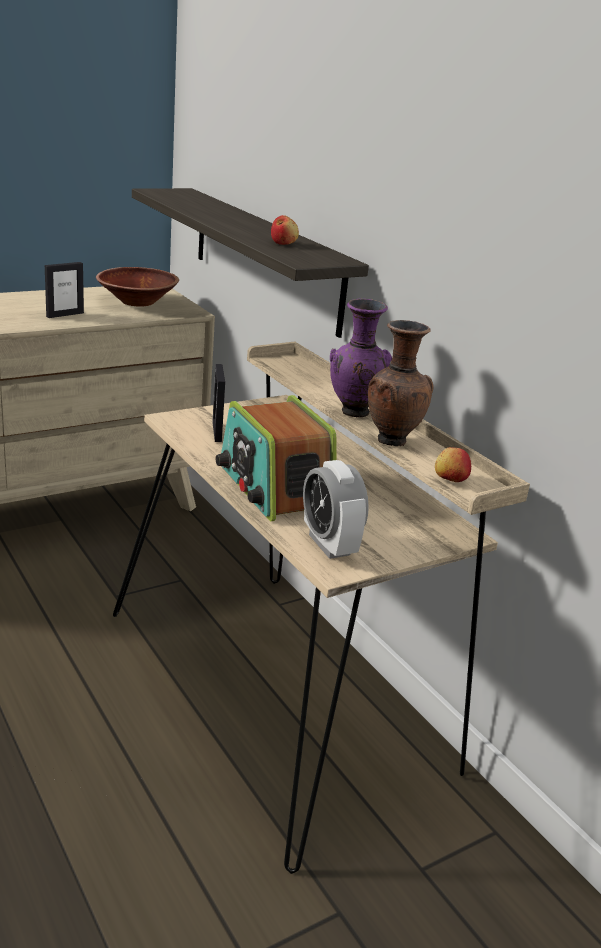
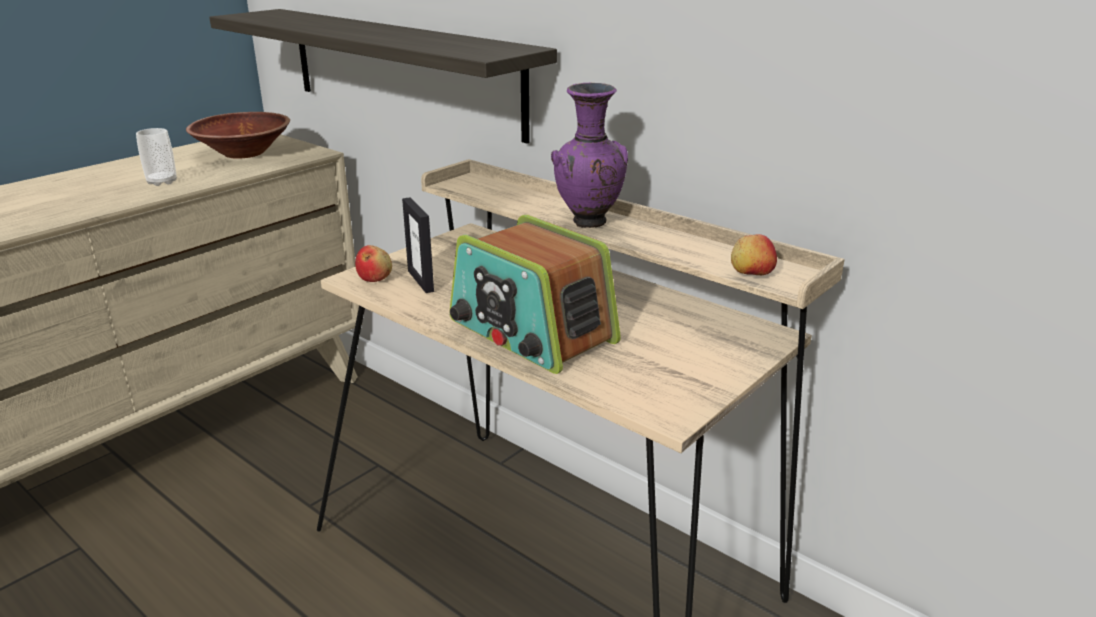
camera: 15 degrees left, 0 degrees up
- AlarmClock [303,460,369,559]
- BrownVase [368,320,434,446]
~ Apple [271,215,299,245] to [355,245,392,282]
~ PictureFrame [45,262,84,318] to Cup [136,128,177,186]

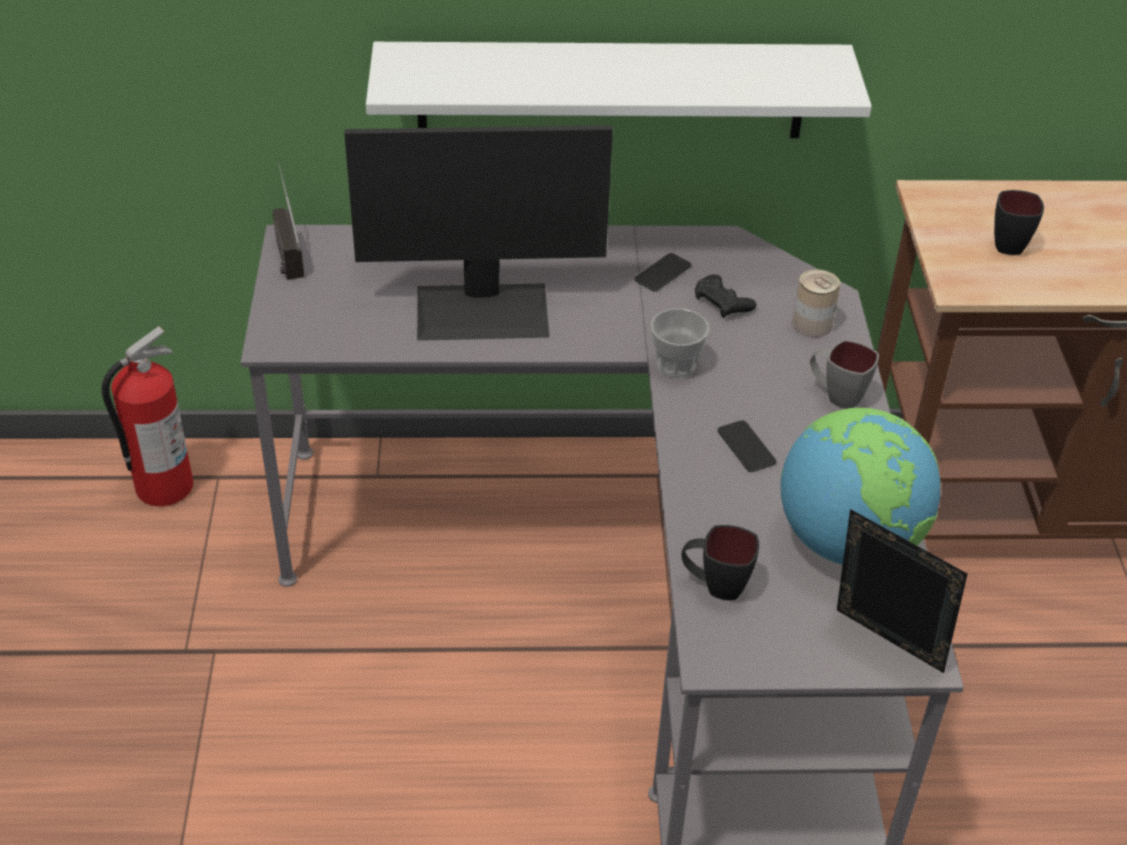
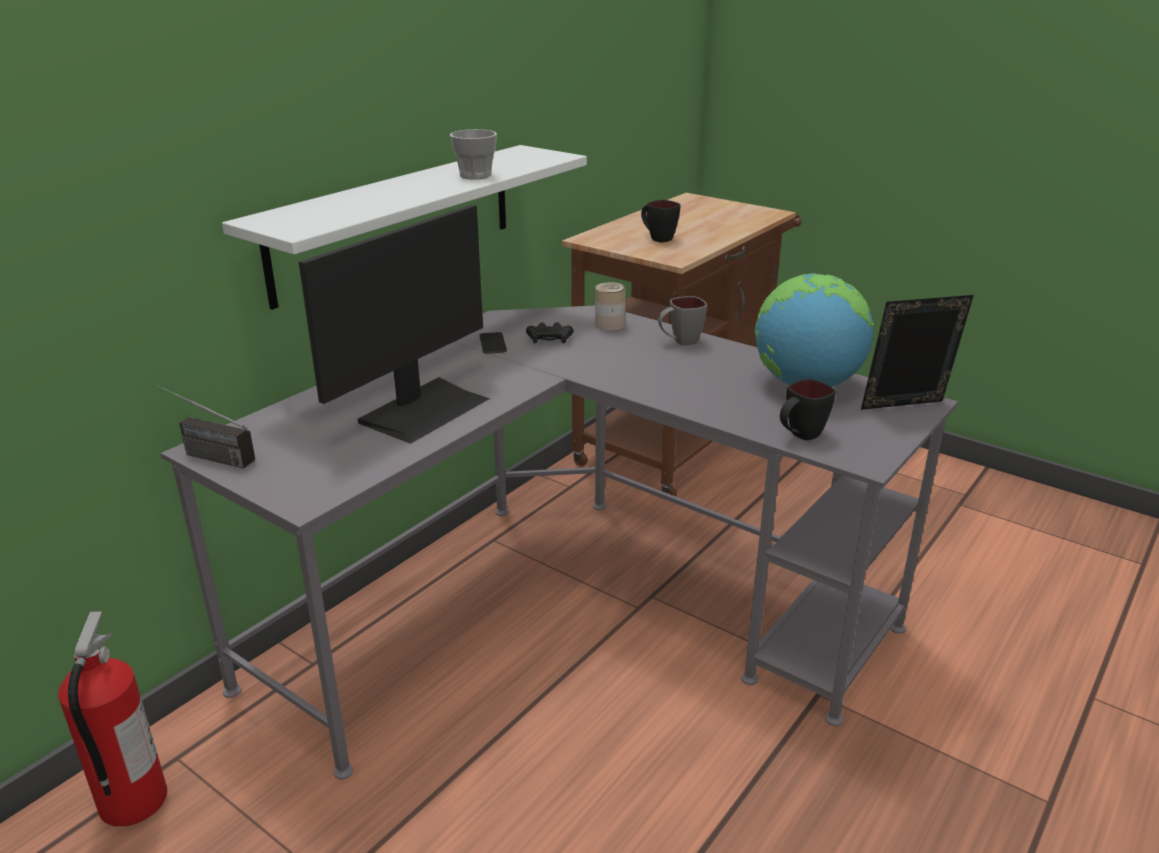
camera: 50 degrees left, 15 degrees down
- Phone [718,420,777,472]
~ Cup [651,308,709,378] to [450,129,497,180]

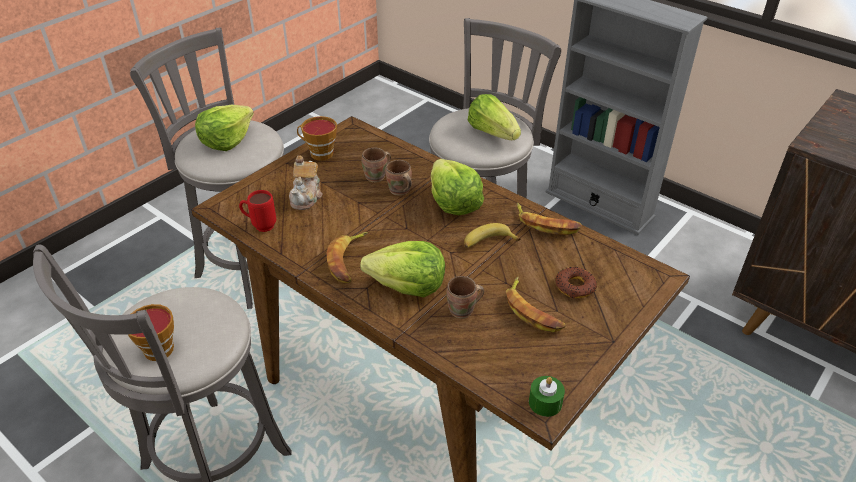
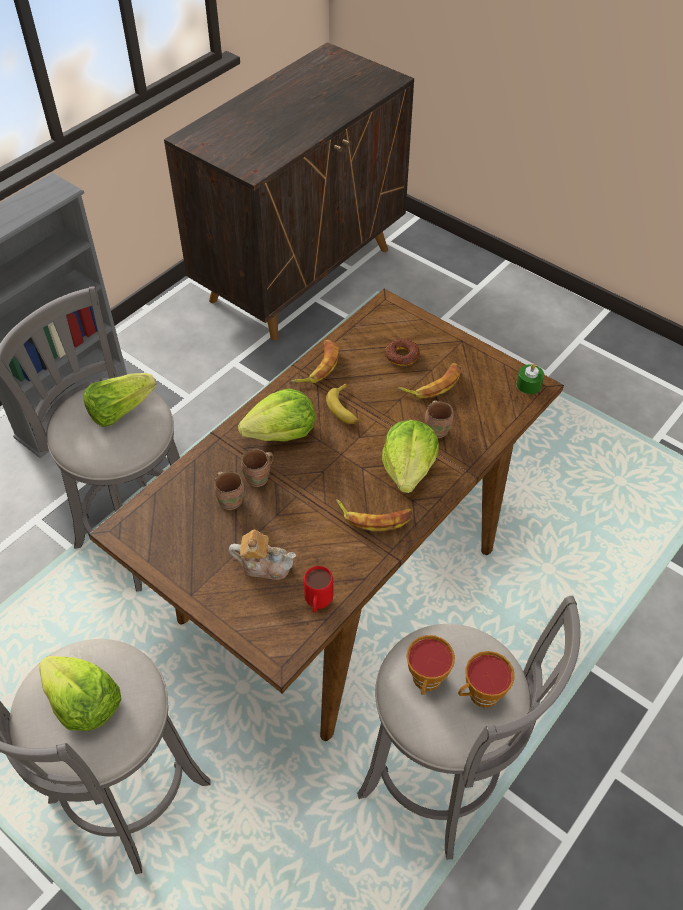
camera: 90 degrees left, 10 degrees up
~ Cup [297,116,337,161] to [406,635,455,695]

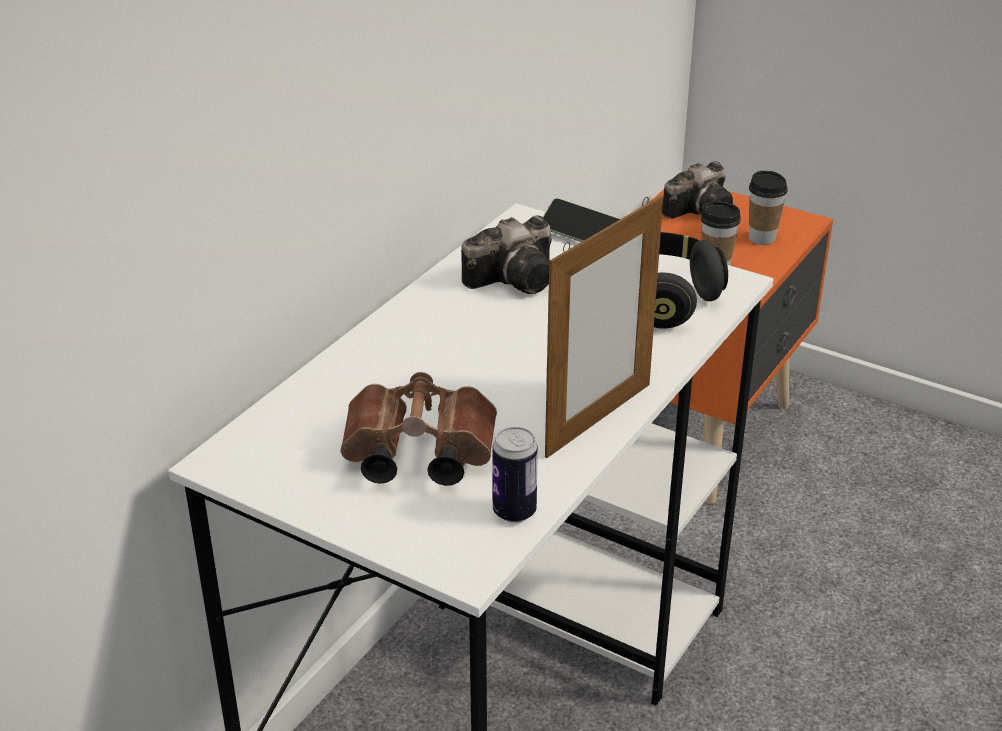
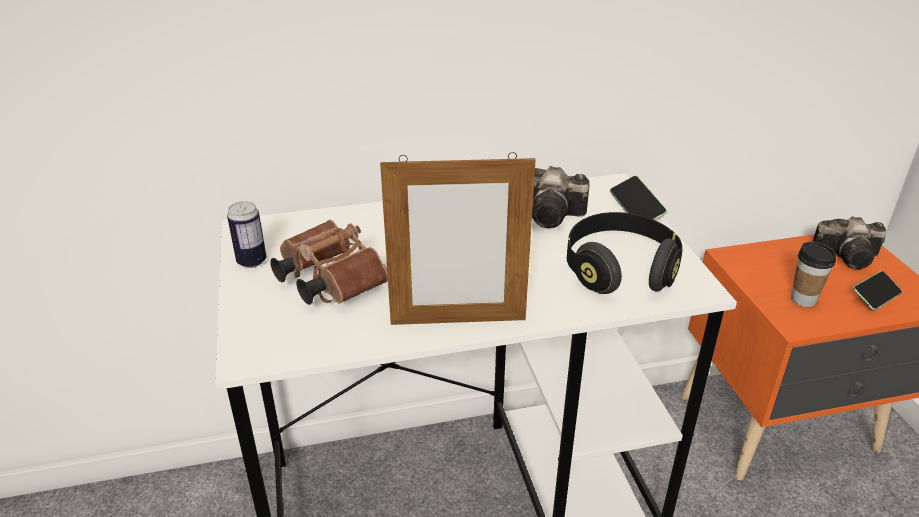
camera: 45 degrees right, 0 degrees up
~ Can [492,427,538,523] to [227,201,266,268]
~ Cup [749,171,788,245] to Phone [853,271,902,310]

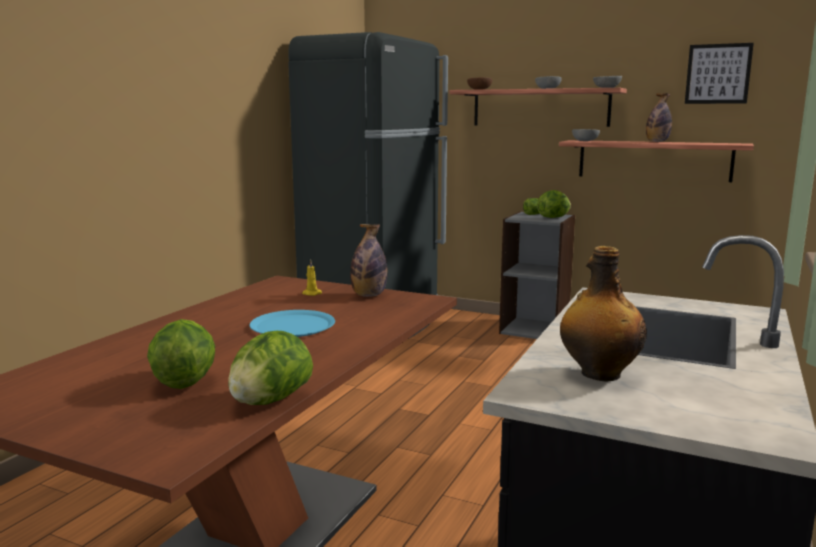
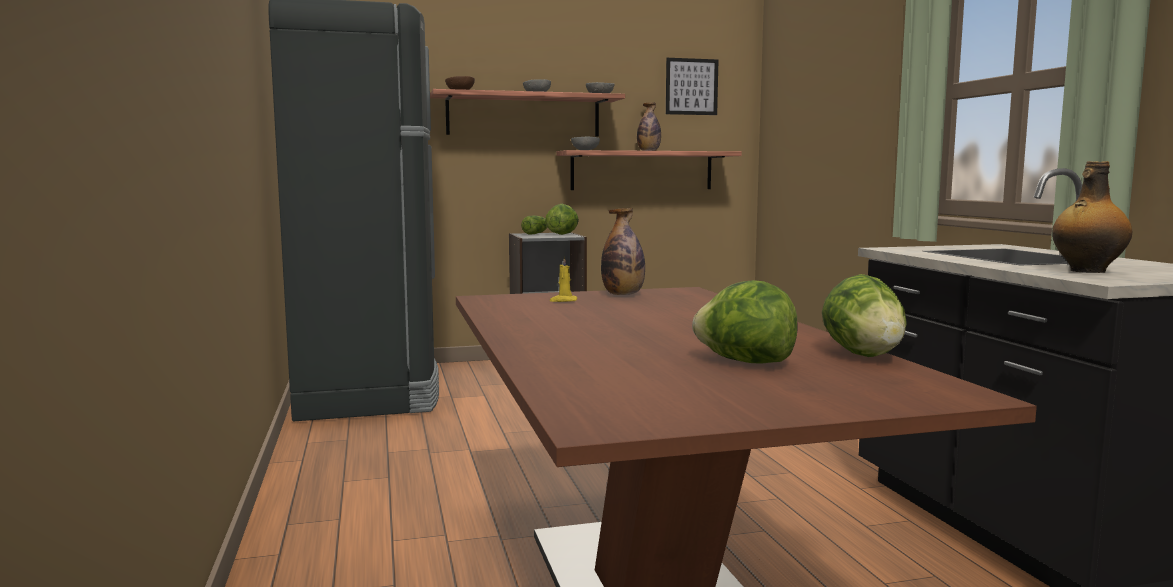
camera: 40 degrees left, 5 degrees down
- BluePlate [250,310,335,337]

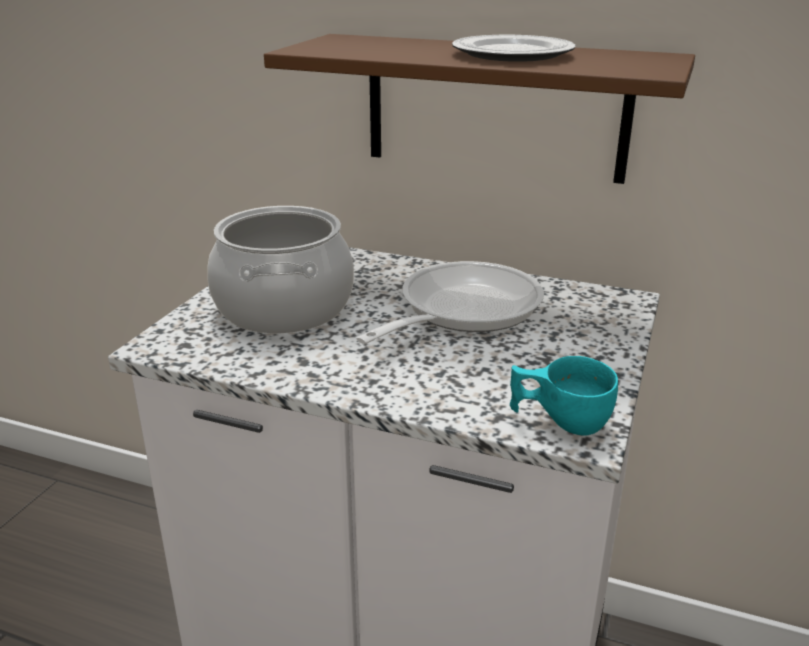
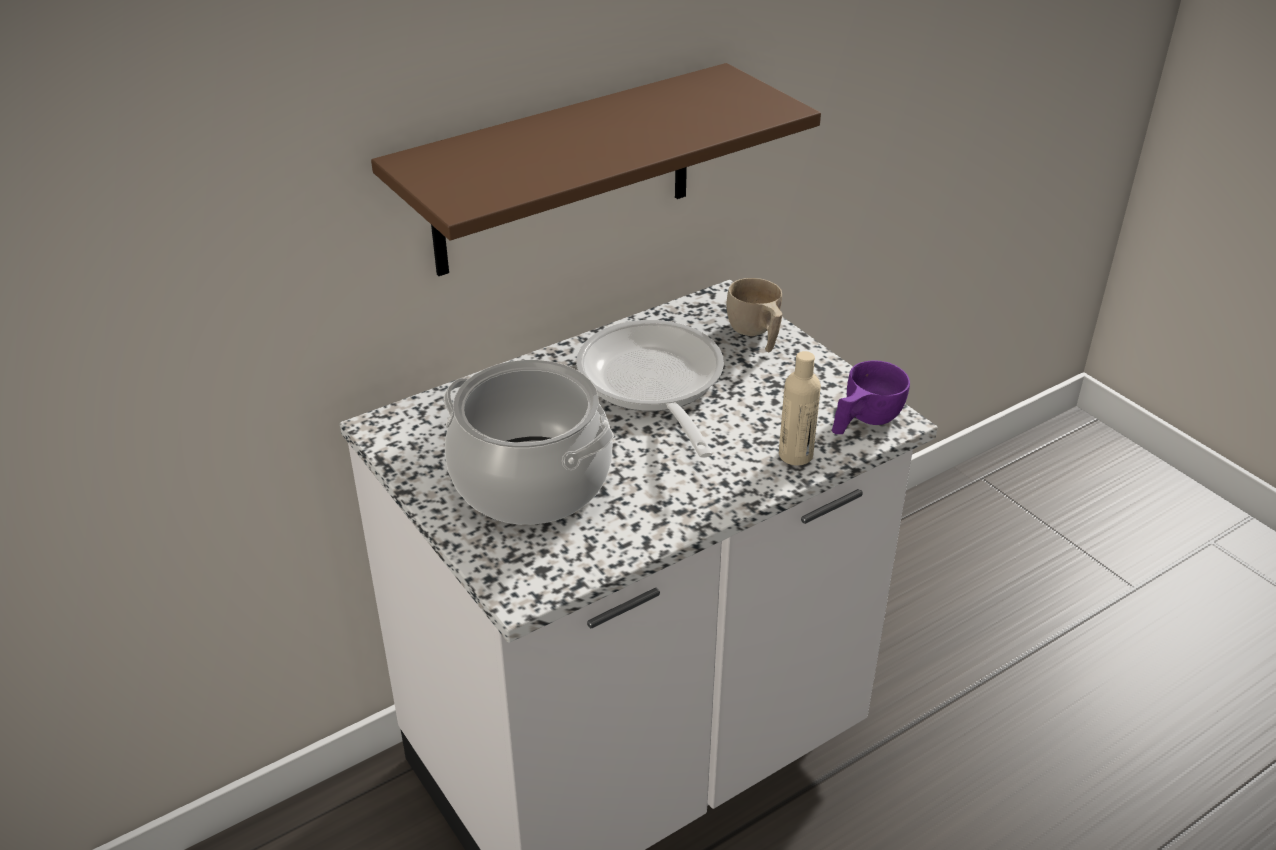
camera: 55 degrees left, 10 degrees up
- Plate [452,35,576,62]
+ BeigeCup [726,278,782,352]
+ BeigeBottle [779,351,821,466]
~ TurquoiseCup [510,356,618,436] to PurpleCup [832,360,910,434]

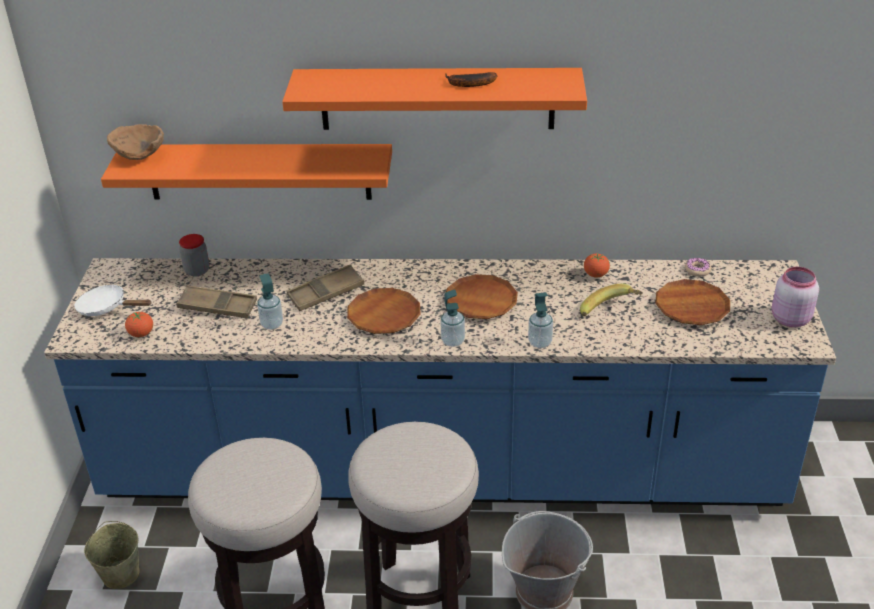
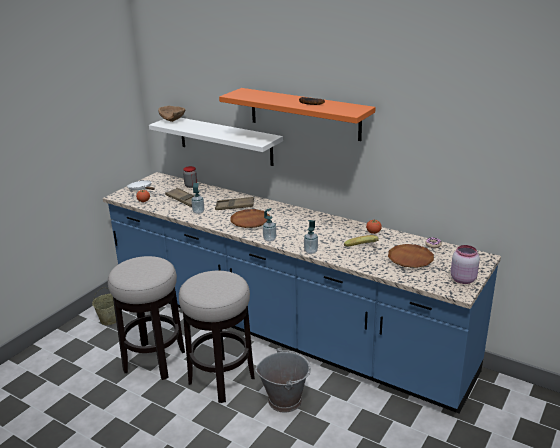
camera: 30 degrees right, 10 degrees down
- BrownPlate [446,274,518,319]
~ OrangeShelf [101,144,392,200] to WhiteShelf [149,118,283,166]

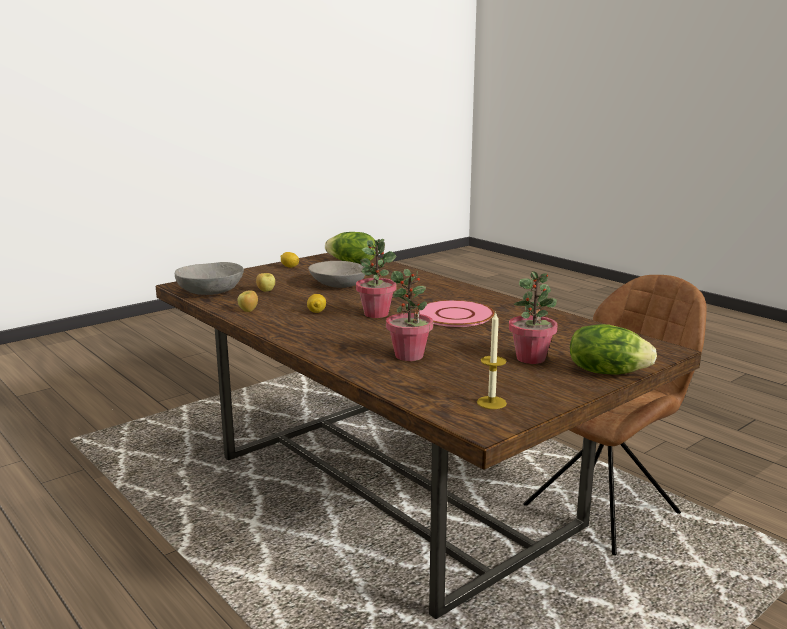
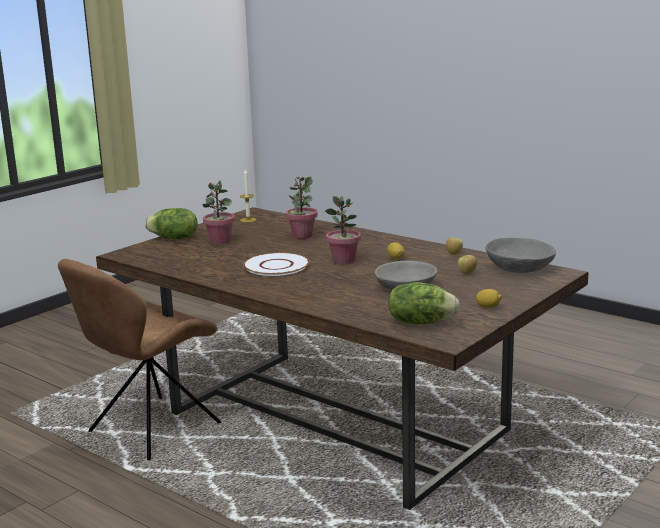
camera: 170 degrees right, 0 degrees up
~ PinkPlate [419,300,494,327] to WhitePlate [243,253,310,276]

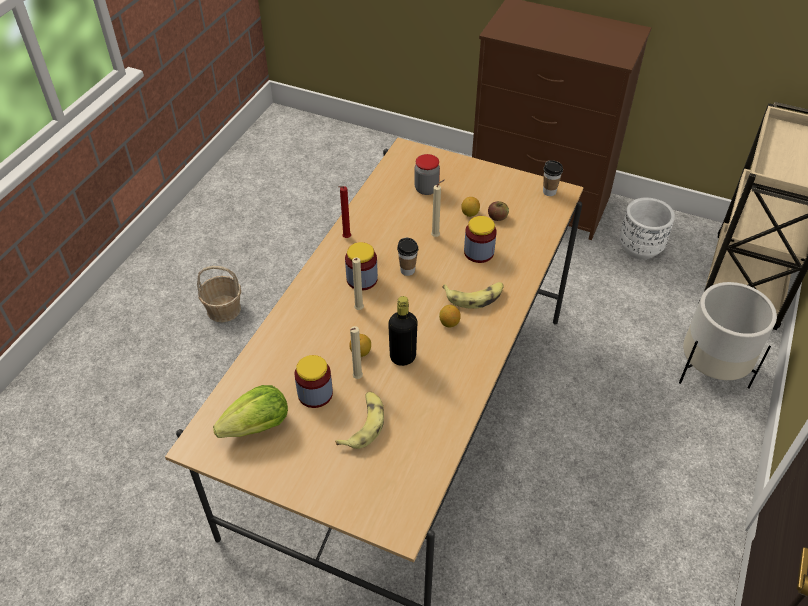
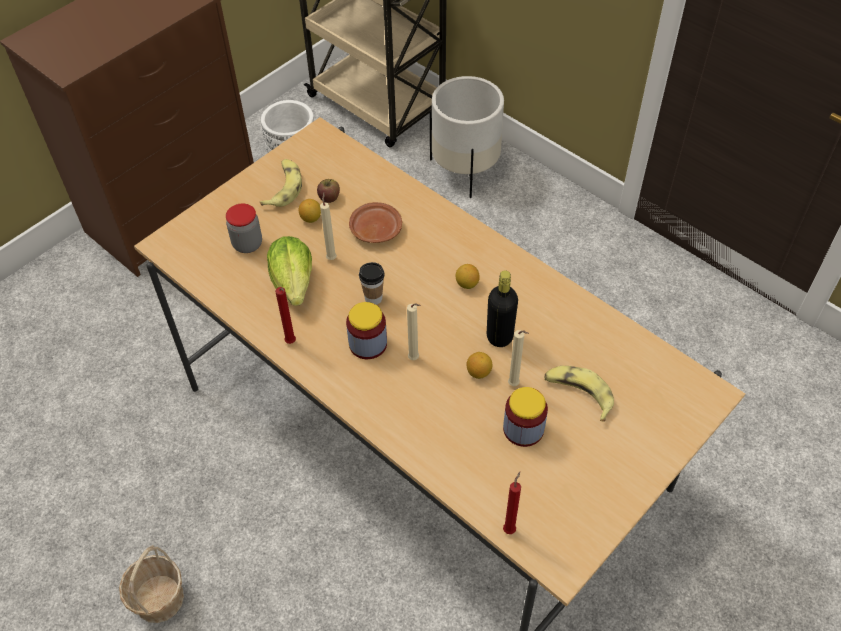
camera: 70 degrees left, 5 degrees up
- Cup [543,160,563,196]
+ RedCandle [503,472,521,534]
~ Lettuce [213,385,288,438] to [267,236,312,306]
~ Banana [442,282,503,309] to [260,159,302,207]
~ Jar [464,216,497,263] to BrownPlate [349,202,402,243]

